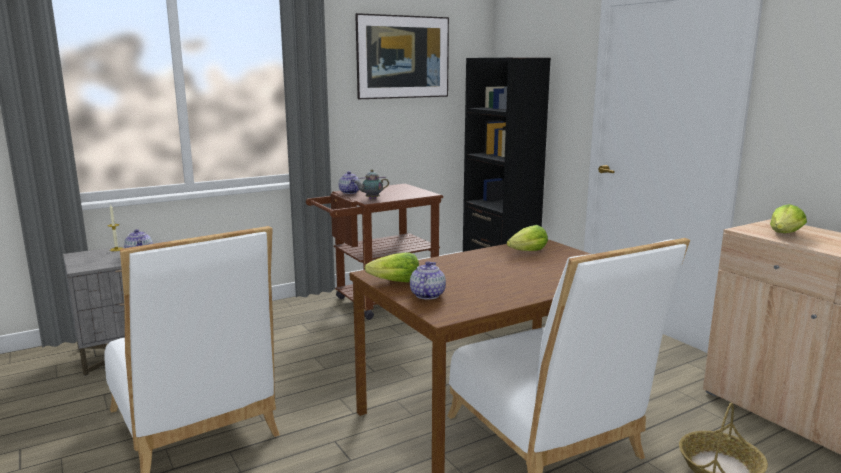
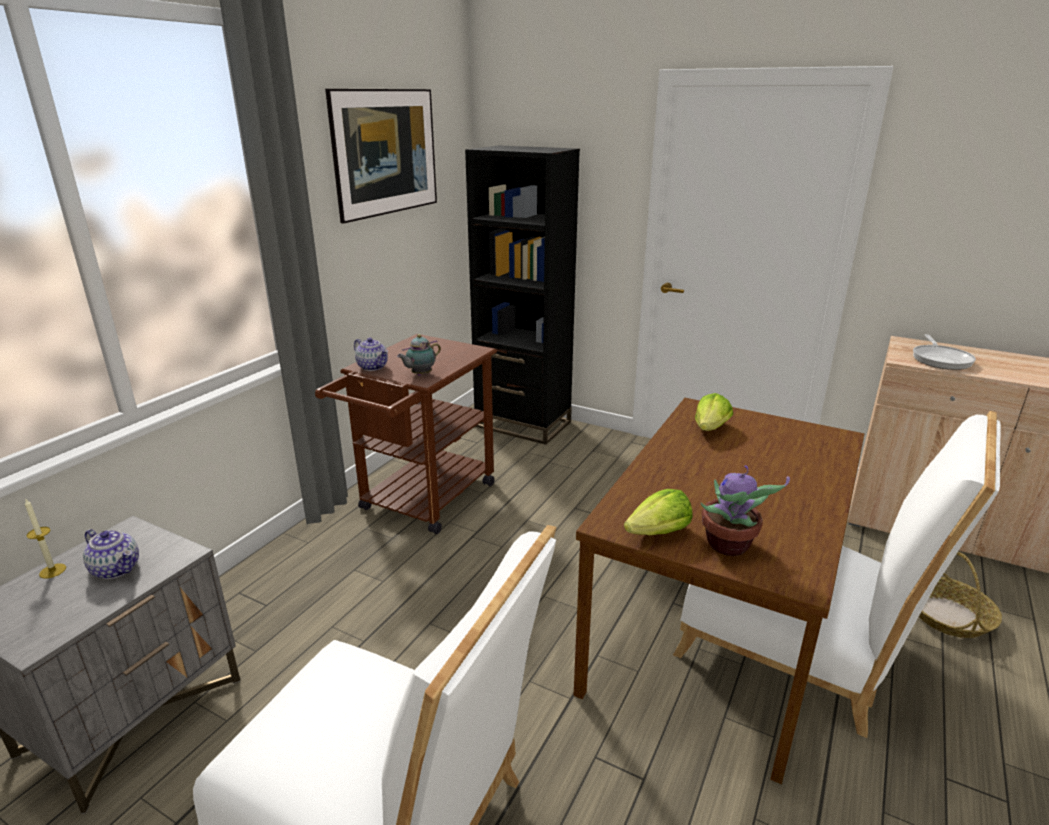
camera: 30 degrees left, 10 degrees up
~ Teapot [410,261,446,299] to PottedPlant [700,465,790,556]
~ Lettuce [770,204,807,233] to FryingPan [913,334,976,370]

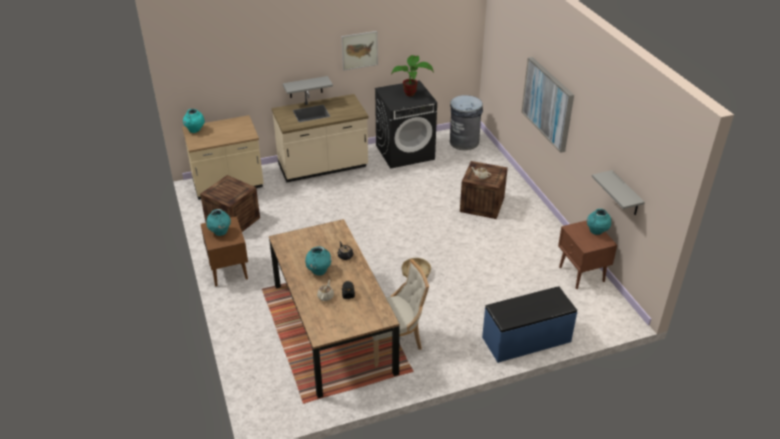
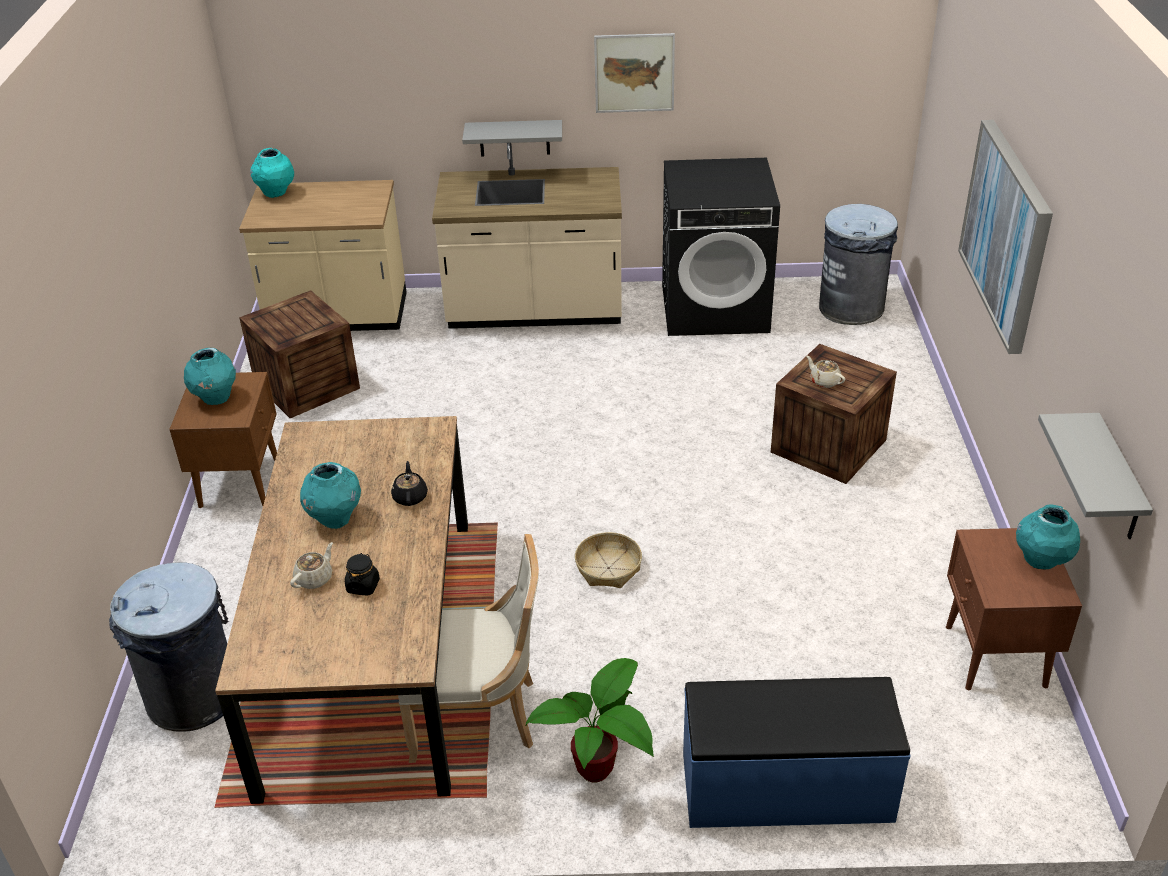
camera: 20 degrees right, 0 degrees up
+ GreyTrashCan [109,562,228,732]
~ PottedPlant [391,55,434,96] to [526,658,654,782]

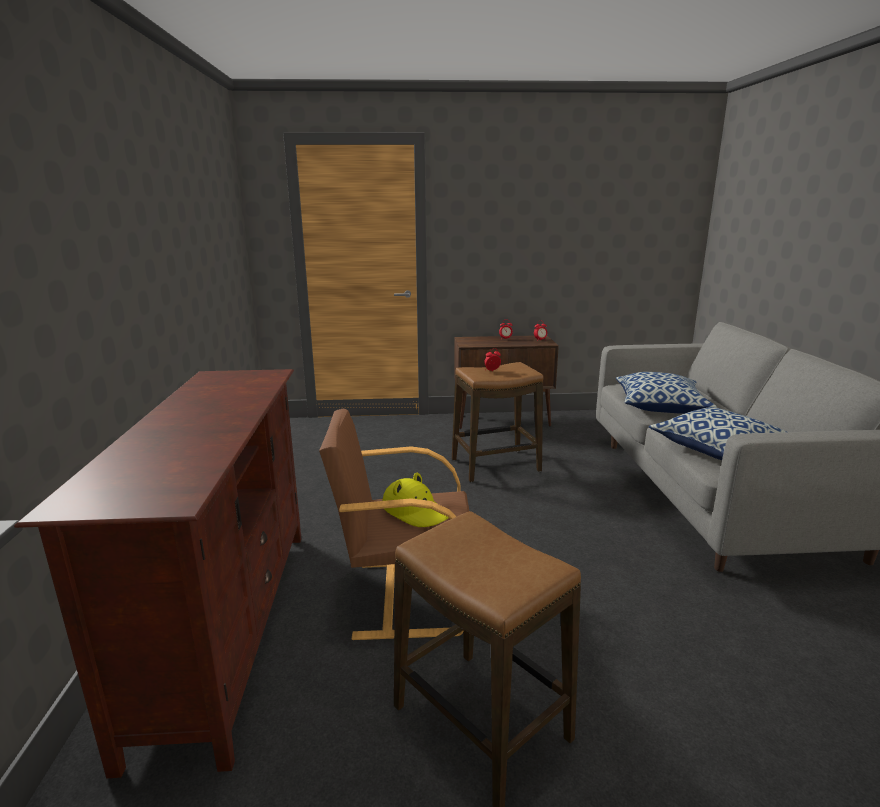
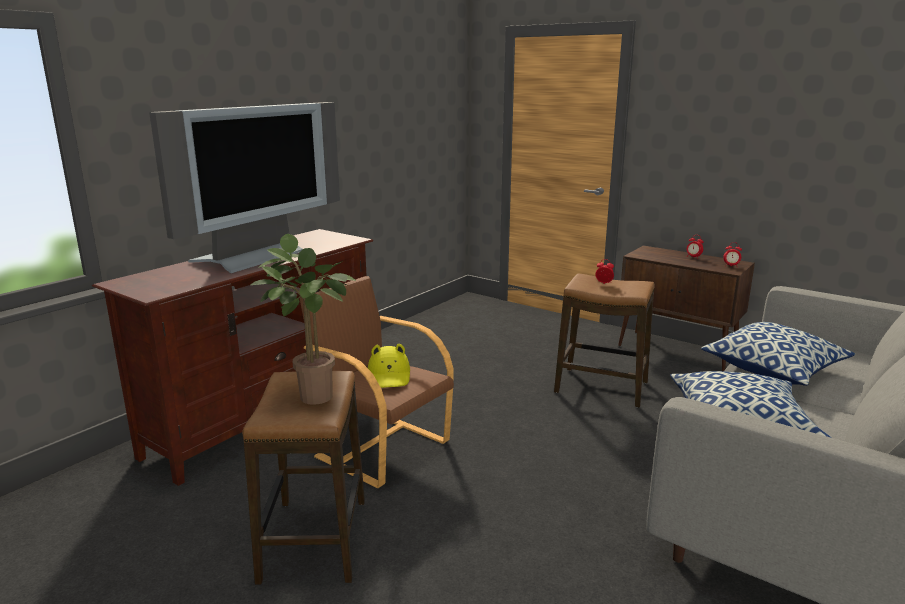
camera: 40 degrees right, 0 degrees up
+ Television [149,102,340,273]
+ PottedPlant [251,234,356,405]

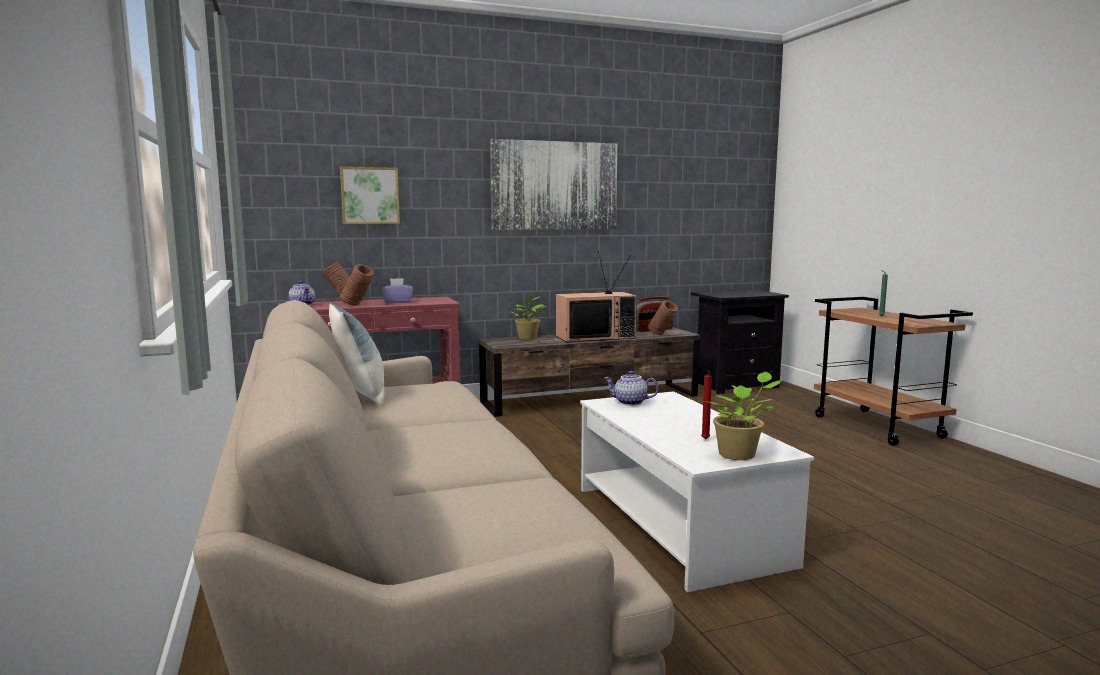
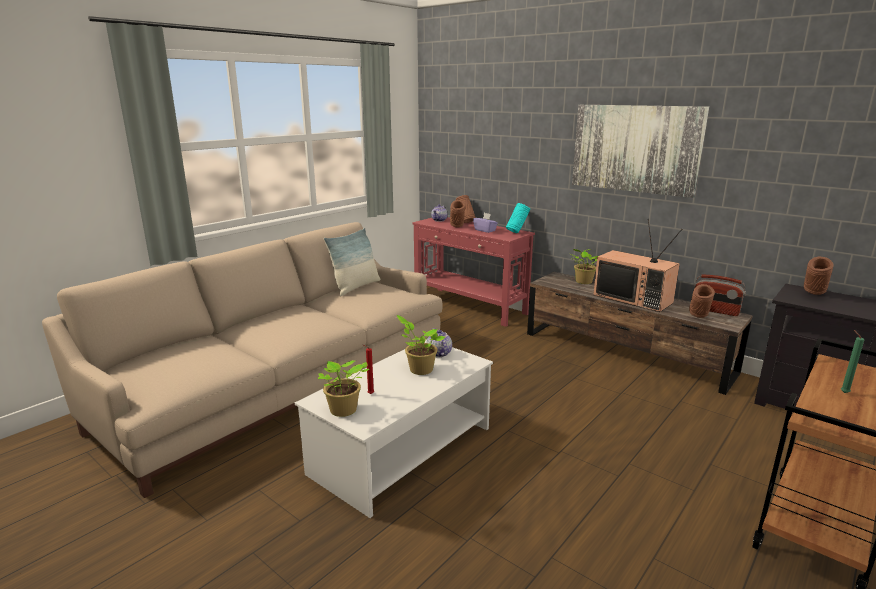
camera: 60 degrees right, 10 degrees up
- Picture [340,167,400,224]
+ PottedPlant [397,315,445,375]
+ TurquoiseVase [506,203,530,233]
+ BrownVase [804,257,834,295]

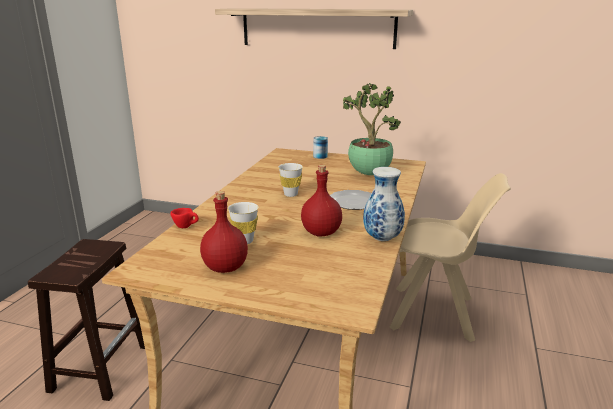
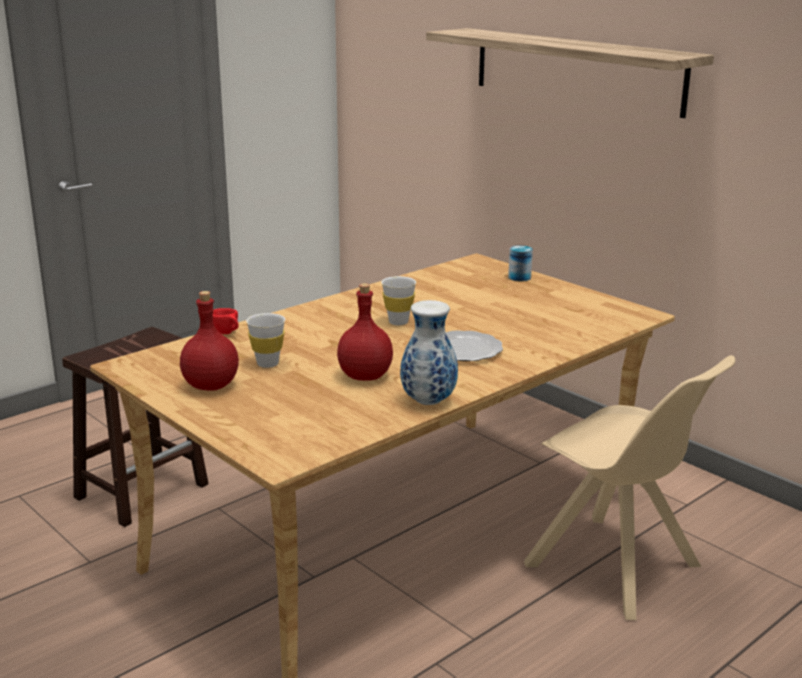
camera: 30 degrees right, 0 degrees up
- PottedPlant [342,83,401,175]

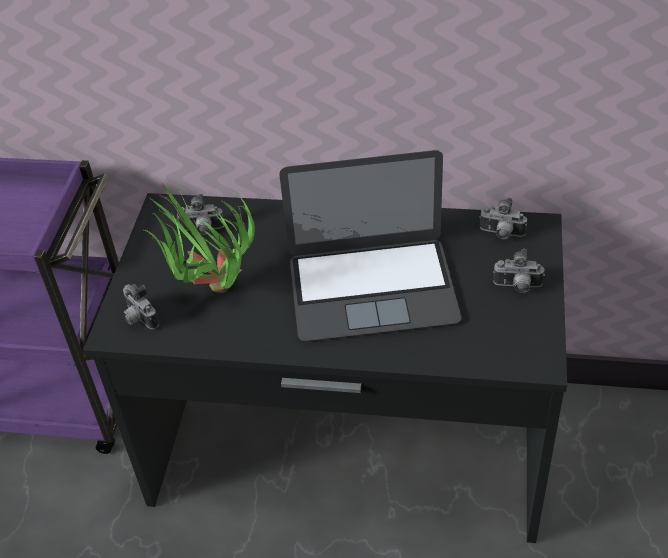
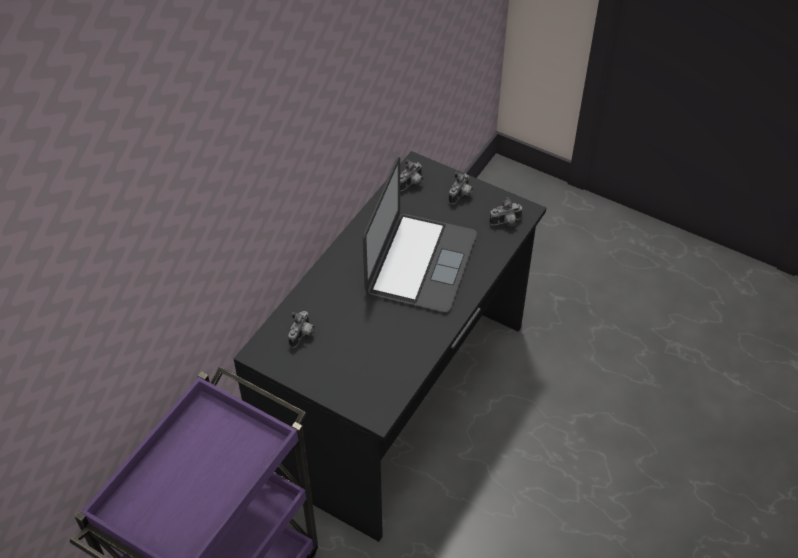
camera: 70 degrees left, 5 degrees up
- PottedPlant [144,183,255,293]
~ PhotoCamera [123,284,159,329] to [489,197,523,226]

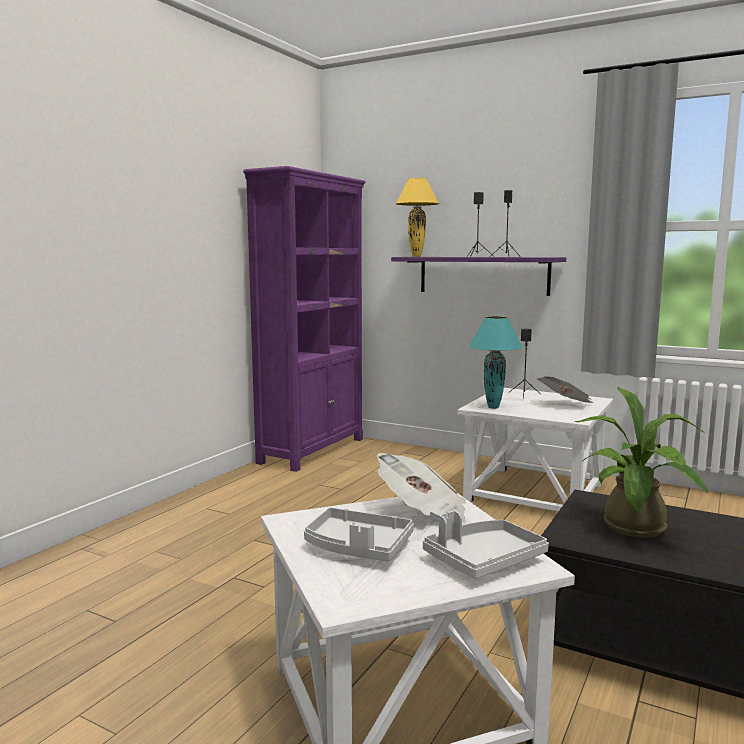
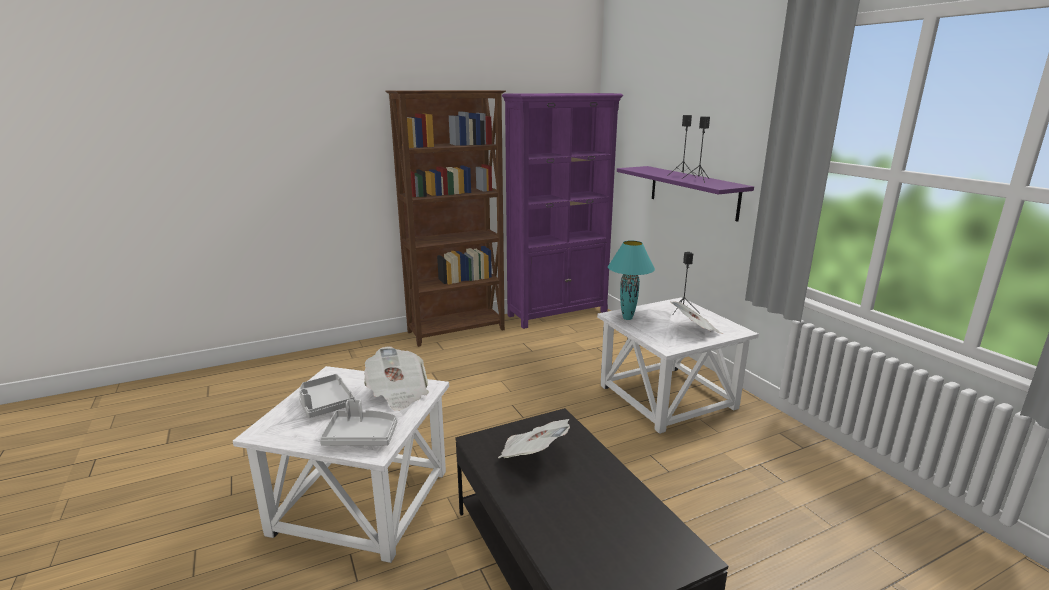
camera: 35 degrees right, 10 degrees up
- YellowTableLamp [395,178,439,257]
+ BrownBookcase [385,90,506,347]
~ PottedPlant [575,387,708,538] to Newspaper [498,419,570,458]

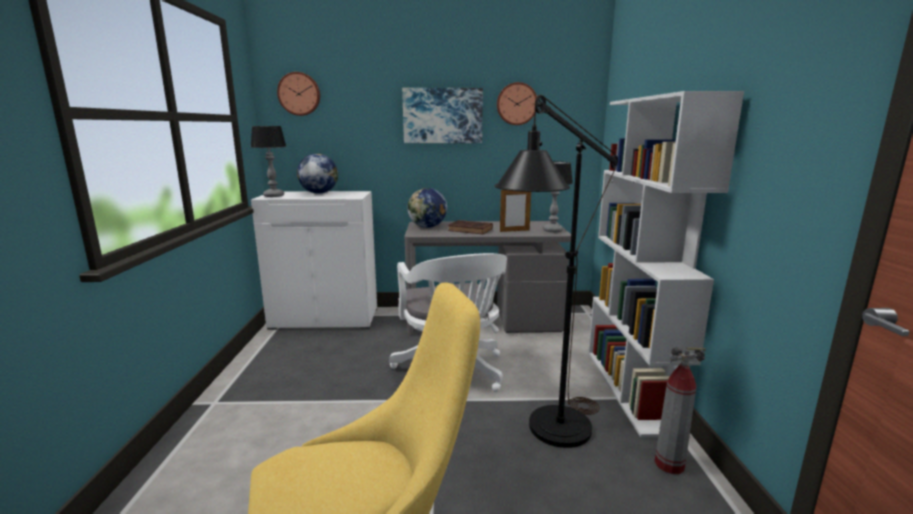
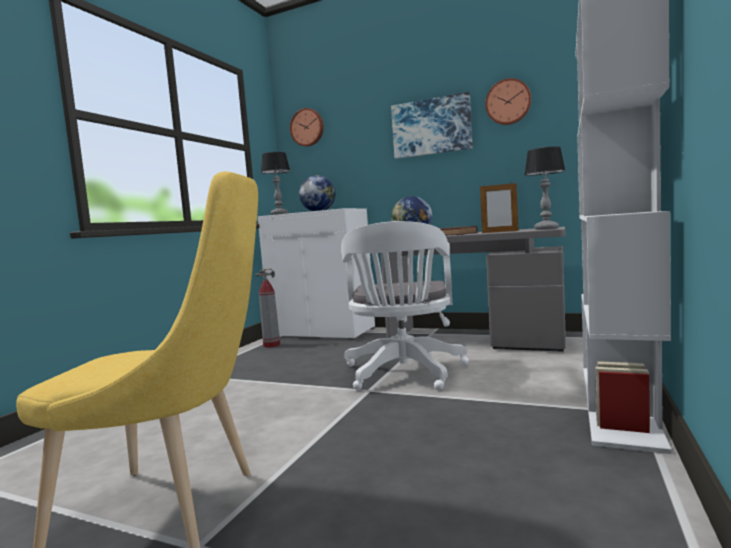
camera: 25 degrees right, 10 degrees down
- BlackFloorLamp [495,95,618,448]
~ FireExtinguisher [655,347,706,474] to [255,269,280,348]

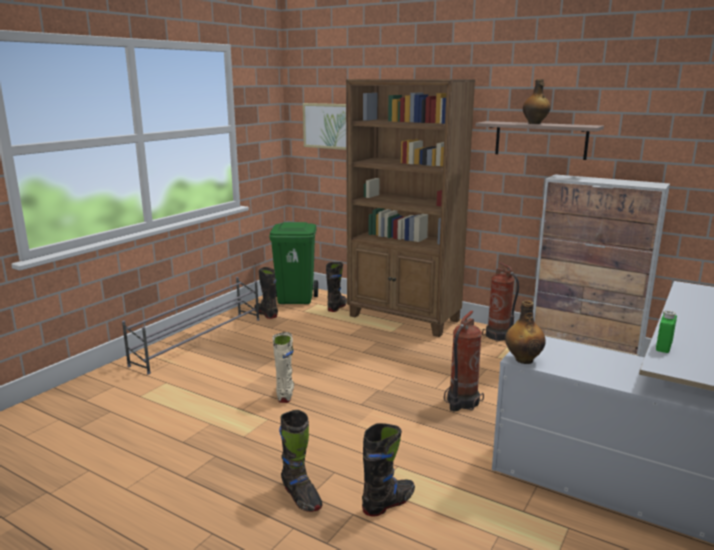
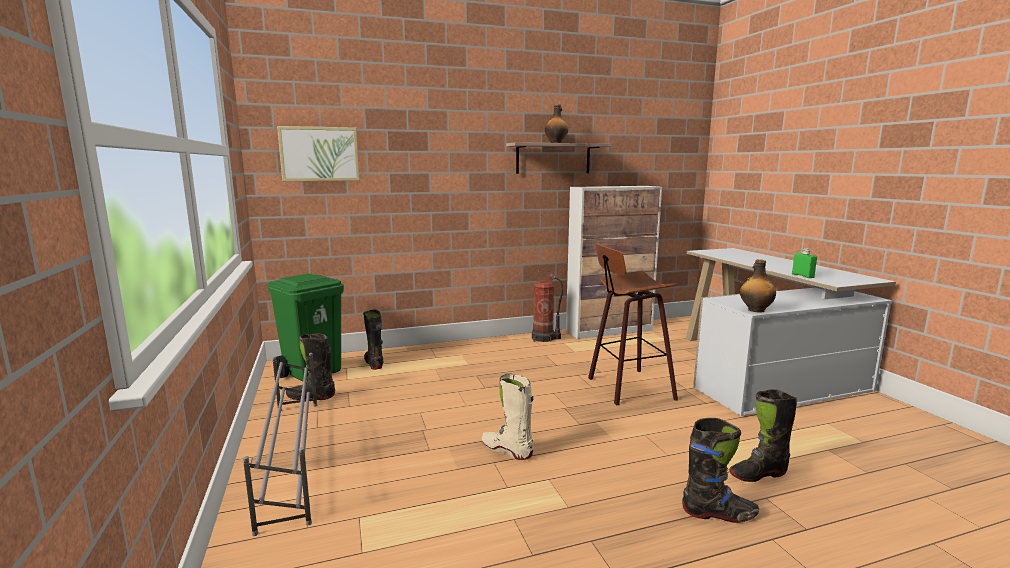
camera: 50 degrees left, 5 degrees down
- BrownBookcase [346,79,475,337]
~ FireExtinguisher [444,310,484,412] to Stool [588,243,678,405]
~ BlackBoot [362,423,415,517] = [729,389,797,482] 105 degrees counterclockwise

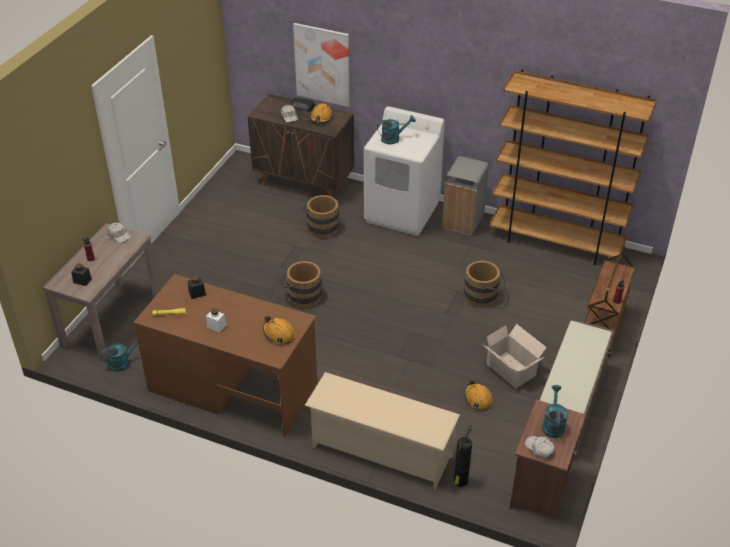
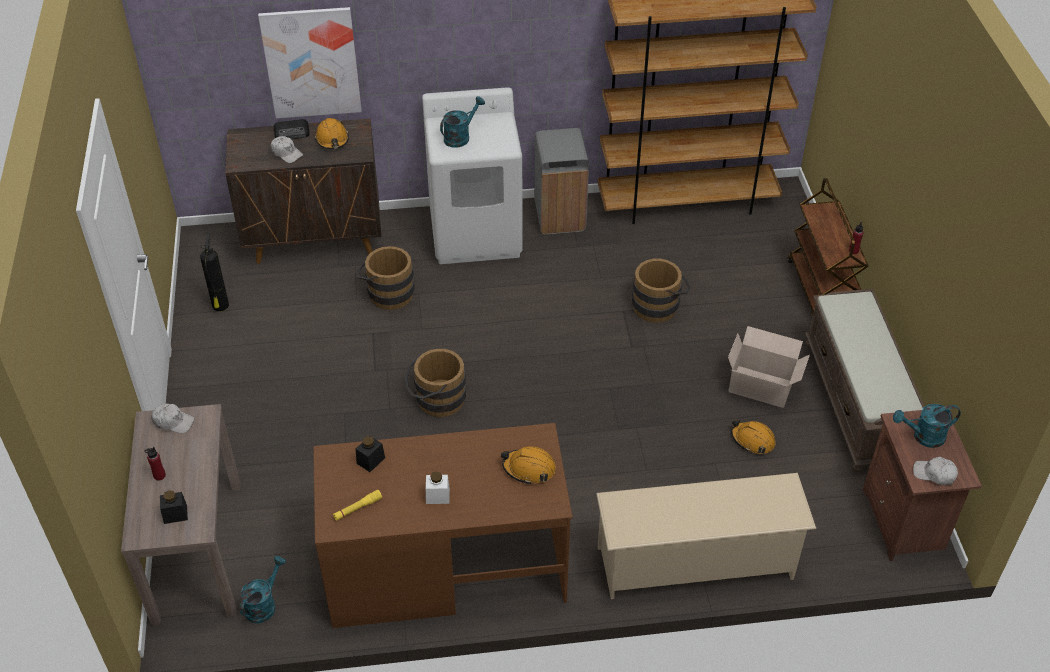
camera: 30 degrees left, 5 degrees up
~ FireExtinguisher [454,425,472,487] to [200,234,229,311]
~ TurquoiseWateringCan [542,385,568,438] = [893,404,961,448] 75 degrees counterclockwise

